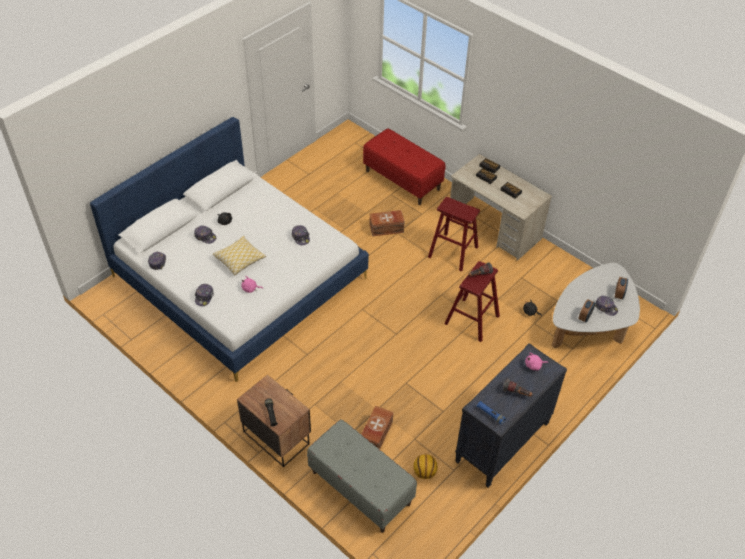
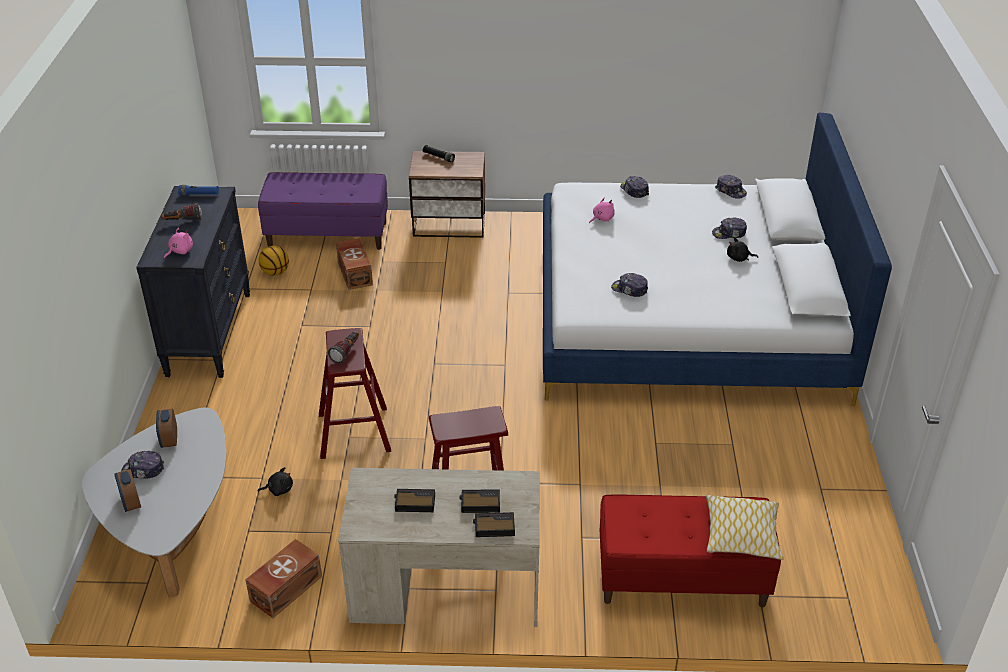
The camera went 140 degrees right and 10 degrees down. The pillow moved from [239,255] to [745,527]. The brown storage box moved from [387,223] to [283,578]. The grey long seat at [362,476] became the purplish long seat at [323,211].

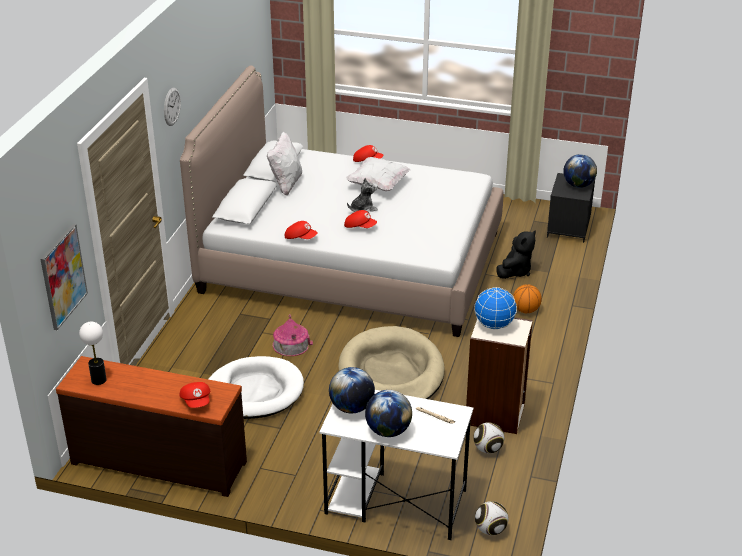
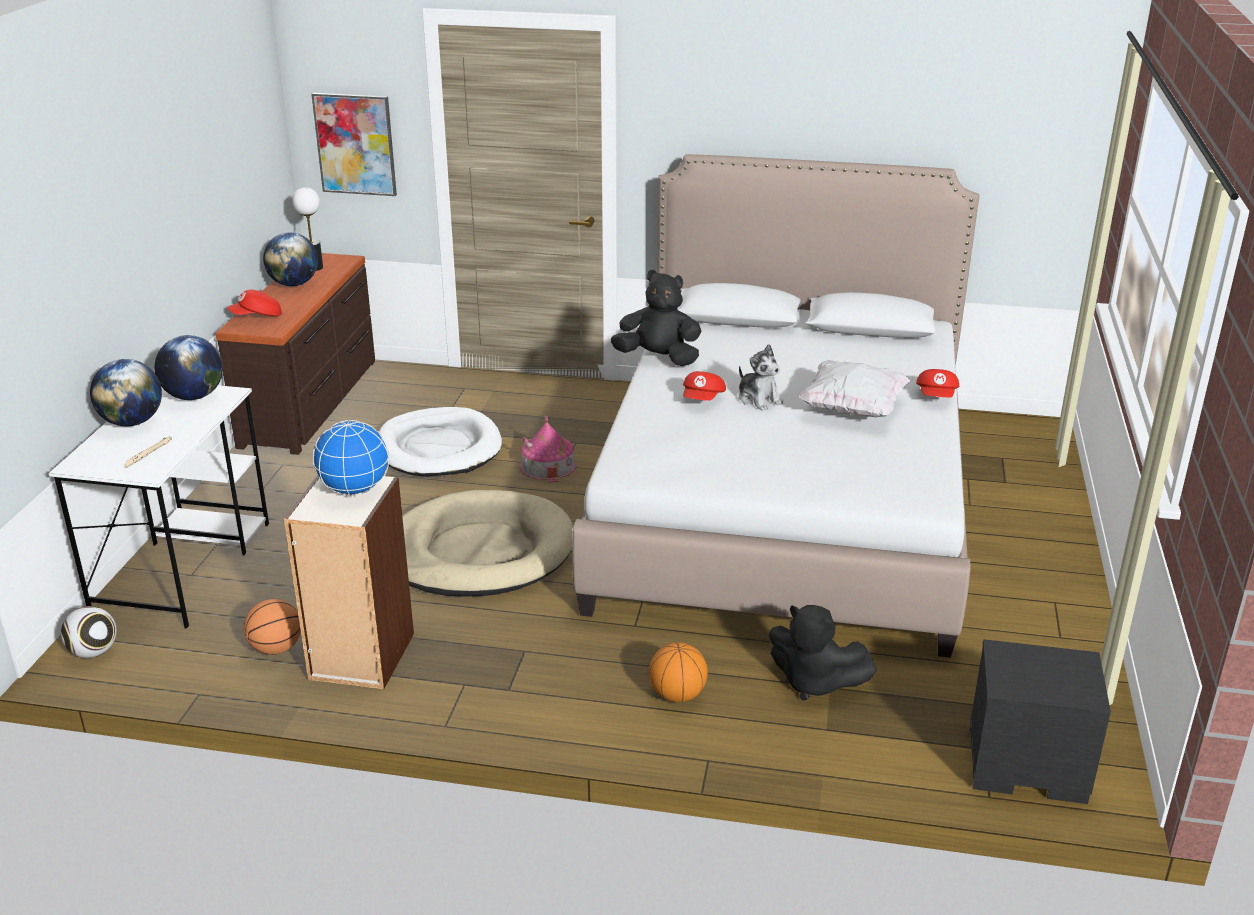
The camera went 85 degrees right and 5 degrees down. The hanging clock at [172,106] disappeared. The white-coloured pillow at [284,164] disappeared. The desk globe moved from [580,171] to [290,259]. The reddish cap at [301,230] was replaced by the black-coloured plush toy at [655,318]. The football ball at [488,438] was replaced by the basketball at [272,627].

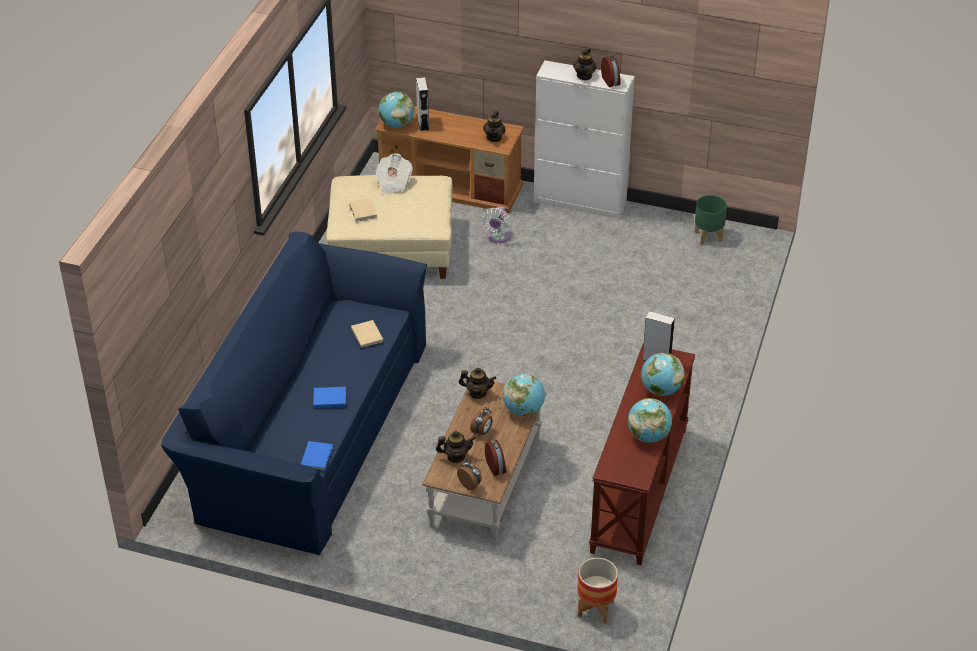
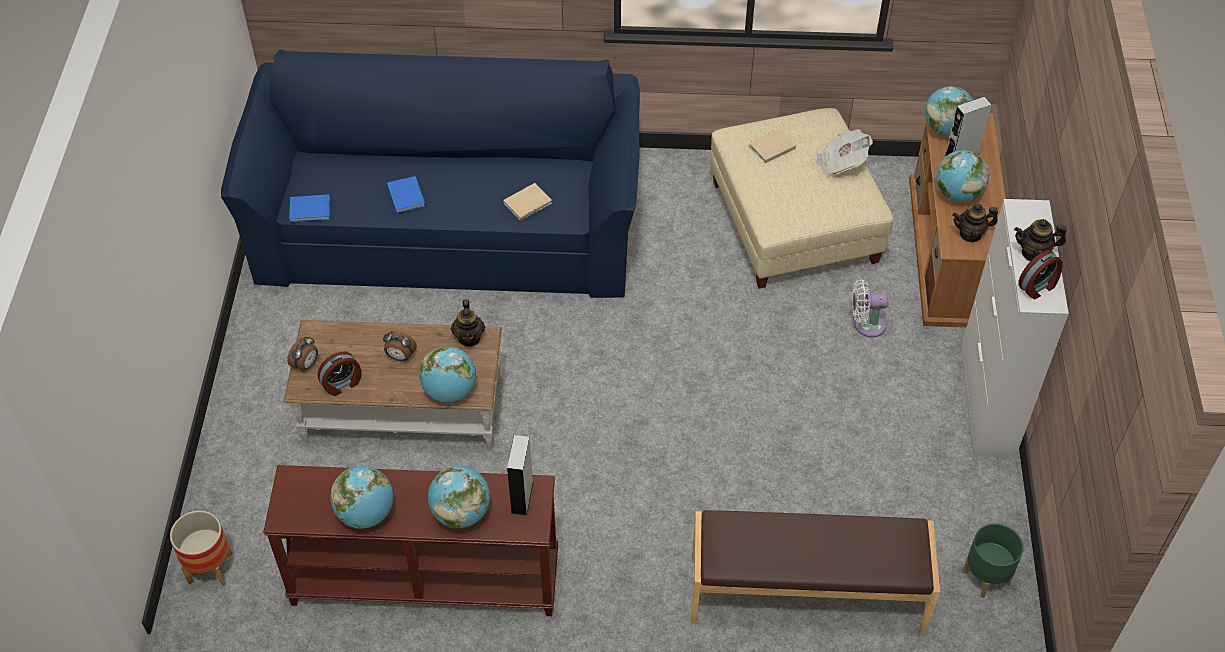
The camera went 75 degrees right and 10 degrees up. The teapot at [456,447] disappeared. The brown long seat at [815,572] appeared. The desk globe at [962,176] appeared.

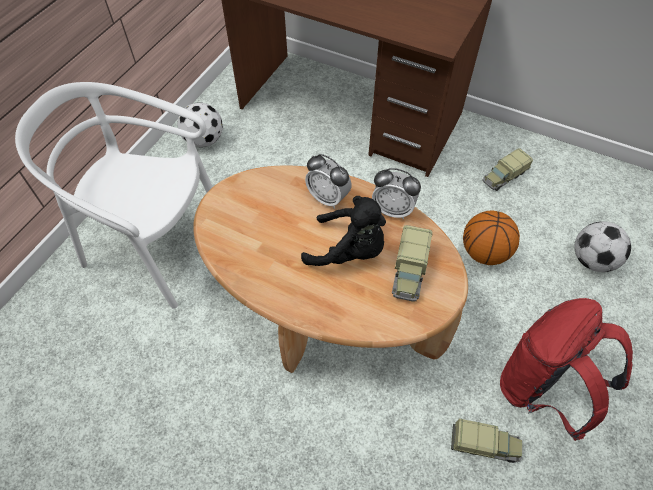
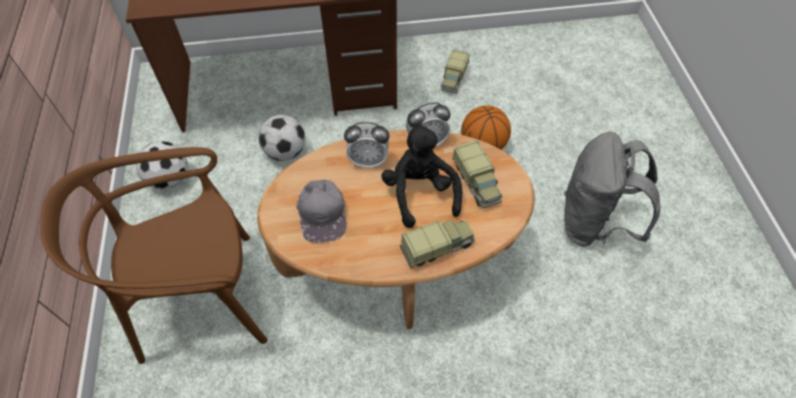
The camera went 35 degrees left and 0 degrees up. The grey cap at [321,211] appeared. The toy truck moved from [487,441] to [437,244]. The football ball moved from [602,246] to [282,138]. The white-coloured plain chair at [114,195] became the brown plain chair at [154,255]. The reddish knapsack at [566,369] became the grey knapsack at [612,189]. The black-coloured plush toy at [343,231] turned 90 degrees counterclockwise.

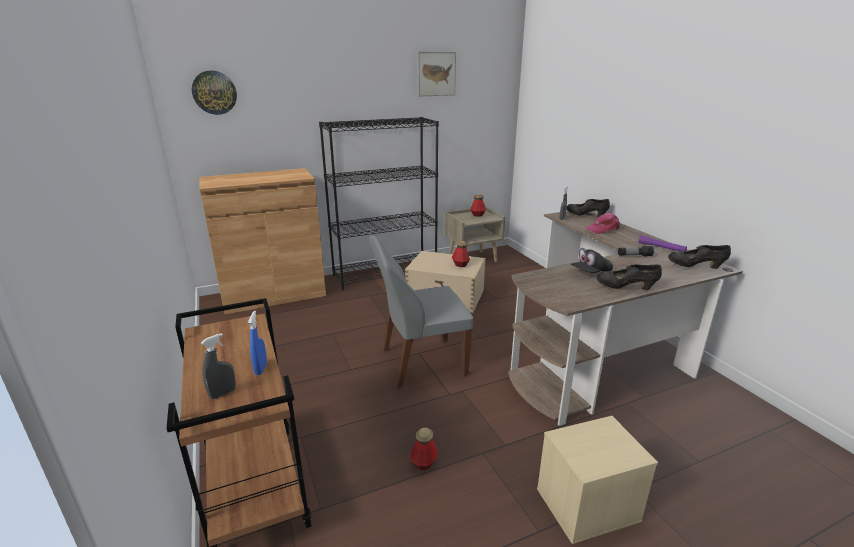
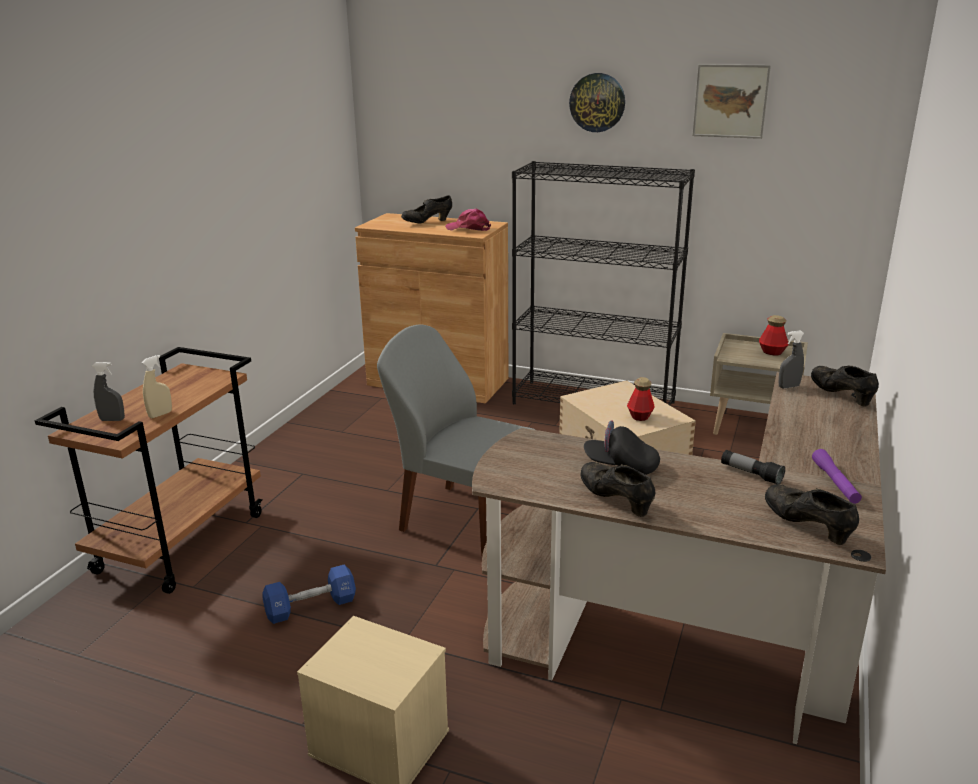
The camera went 45 degrees right and 0 degrees up. The black-coloured item of footwear at [426,209] appeared. The hanging clock moved from [214,93] to [597,102]. The pink-coloured cap moved from [602,223] to [468,220]. The drink bottle at [424,449] was replaced by the blue-coloured free weight at [309,594]. The blue-coloured sprayer at [257,343] became the beige-coloured sprayer at [157,386].

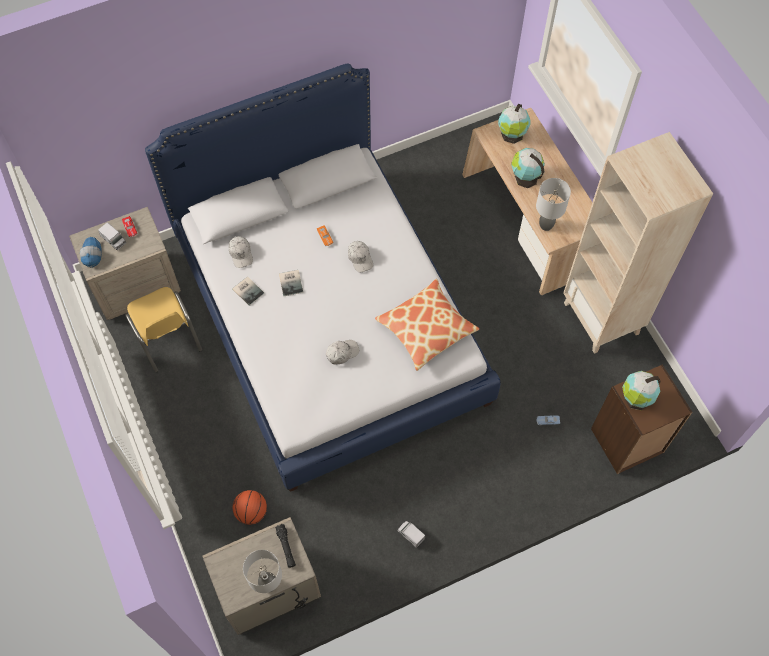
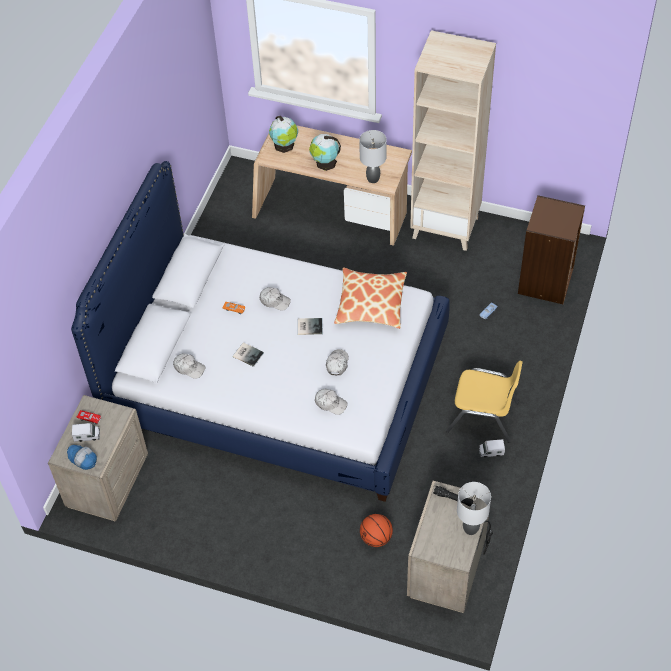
The camera went 45 degrees left and 10 degrees down. The desk globe at [641,390] disappeared. The white-coloured cap at [331,401] appeared. The yellowish plain chair moved from [163,329] to [484,402]. The bound book moved from [248,291] to [310,326].

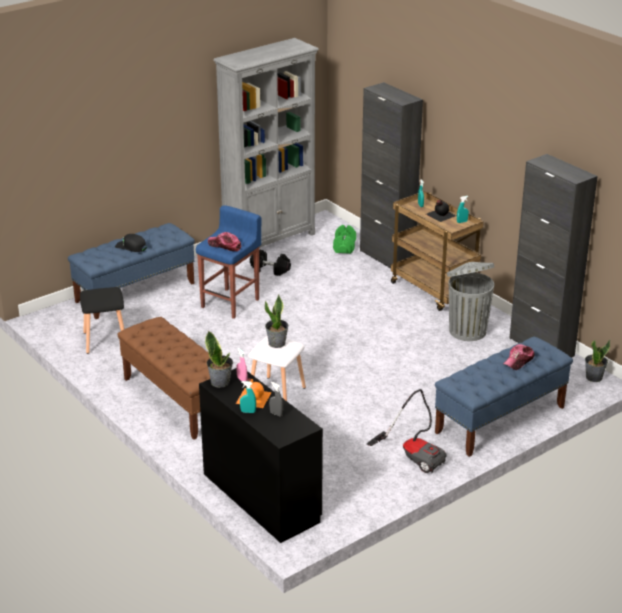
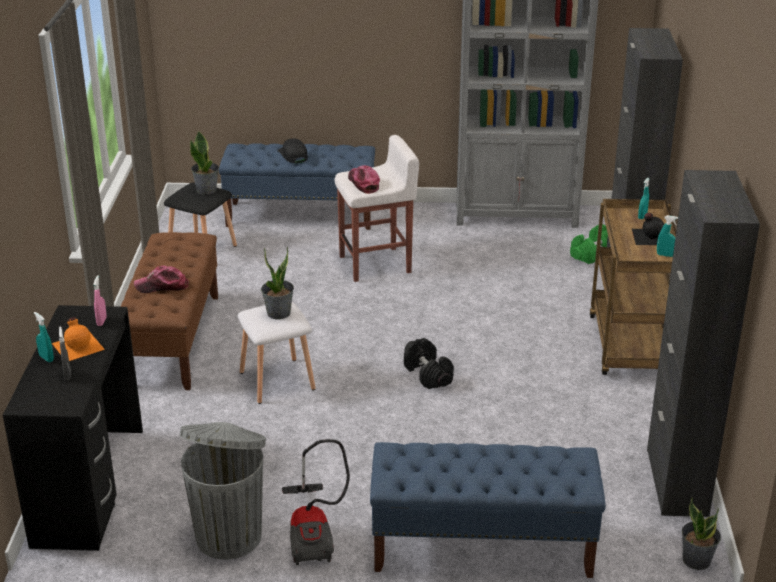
The camera went 40 degrees right and 0 degrees up. The plant in a pot moved from [219,359] to [204,163]. The black-coloured free weight moved from [270,263] to [429,363]. The grey trash can moved from [470,301] to [222,491]. The cap moved from [518,357] to [161,279]. The blue-coloured stool at [228,262] became the white-coloured stool at [376,208].

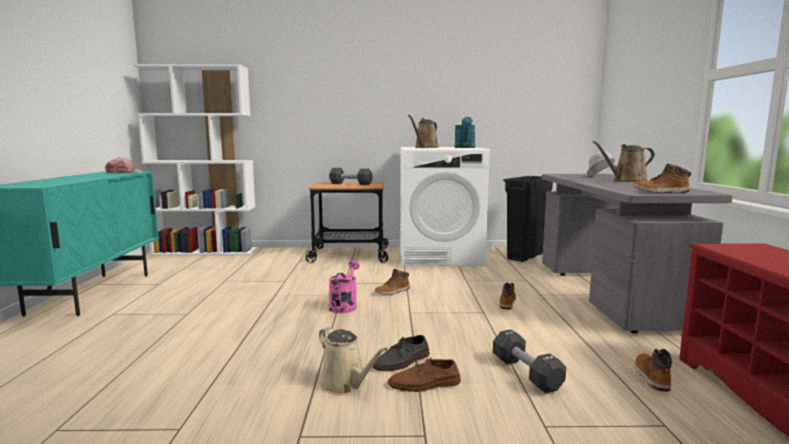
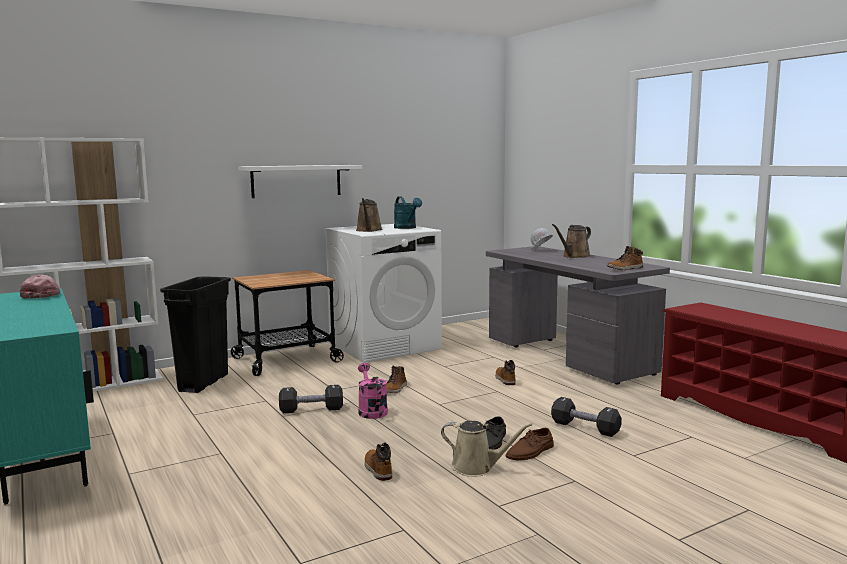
The camera went 30 degrees left and 0 degrees up. The white-coloured shelf at [300,181] appeared. The black-coloured free weight moved from [351,176] to [311,399]. The black-coloured trash can moved from [528,219] to [195,334]. The boot moved from [653,370] to [378,462].

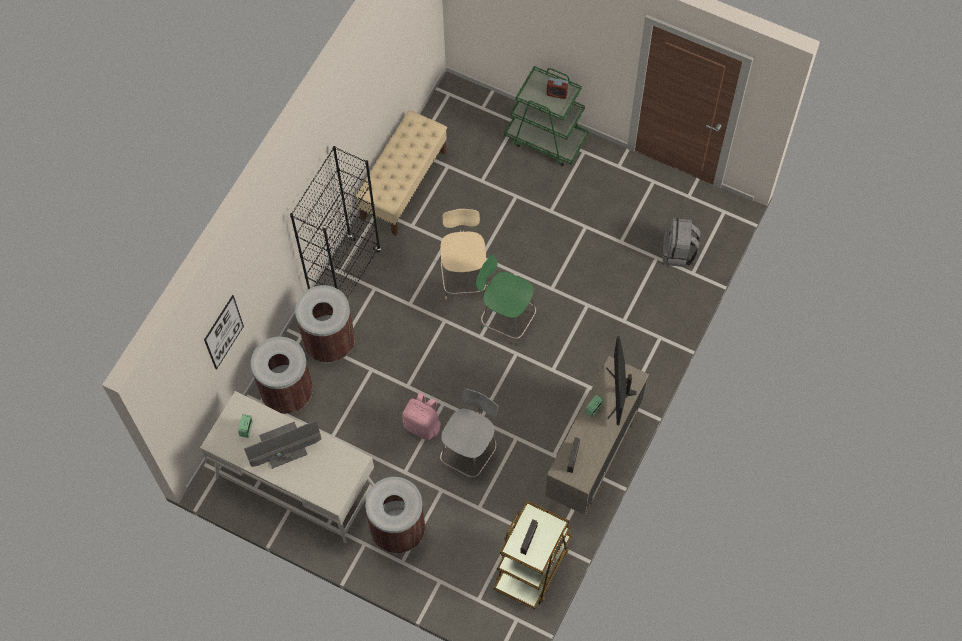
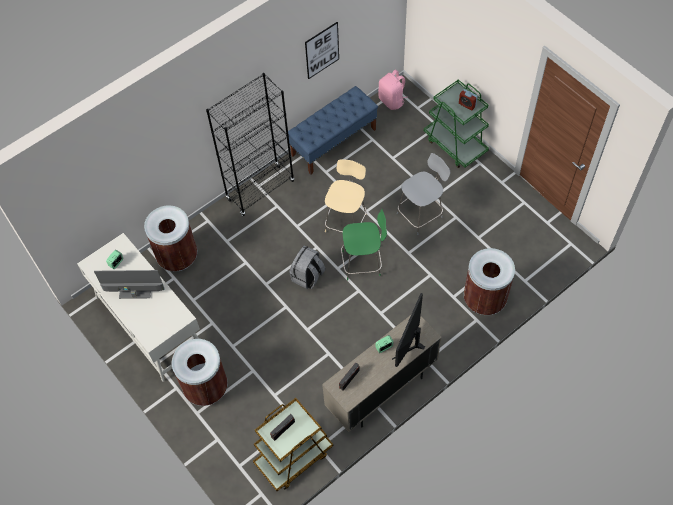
The camera went 25 degrees right and 5 degrees down. The wall art moved from [224,332] to [322,50]. The brown trash can moved from [325,324] to [489,281]. The pink-coloured knapsack moved from [421,416] to [392,90]. The grey plain chair moved from [469,436] to [423,194]. The grey knapsack moved from [681,242] to [307,267]. The beige-coloured long seat at [401,173] became the blue-coloured long seat at [333,130]. The green-coloured plain chair at [505,300] turned 120 degrees clockwise.

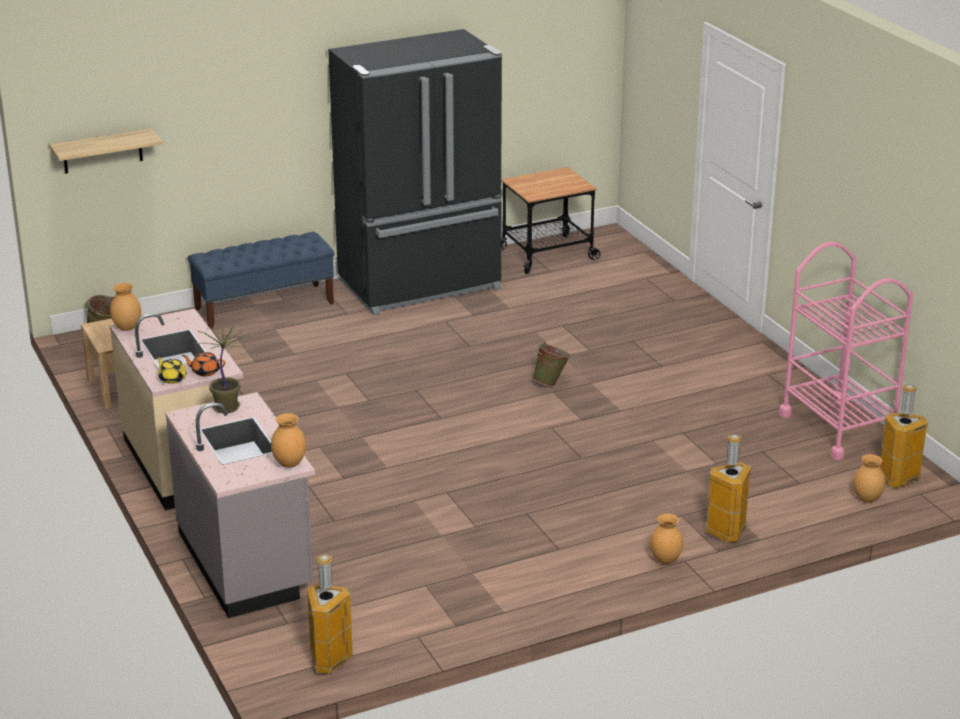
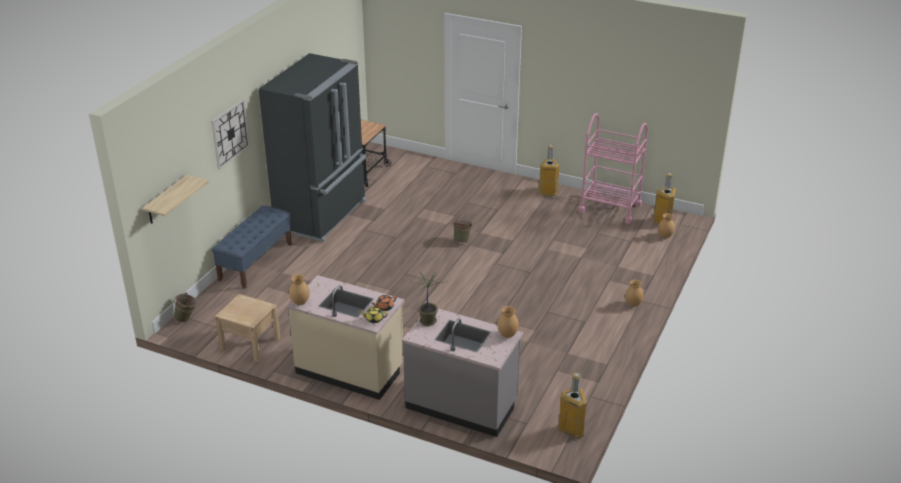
The camera went 40 degrees left and 5 degrees up. The hanging clock at [230,134] appeared. The trash can moved from [728,488] to [549,170].

